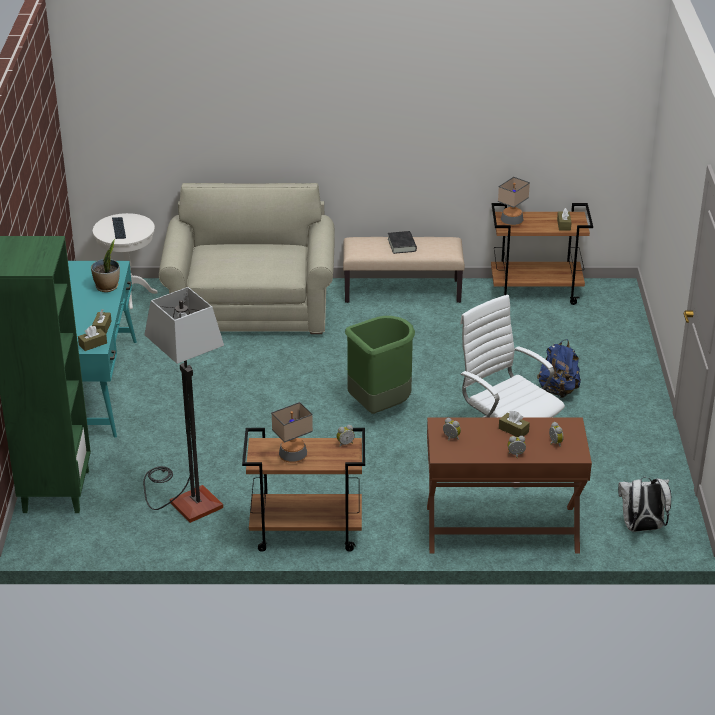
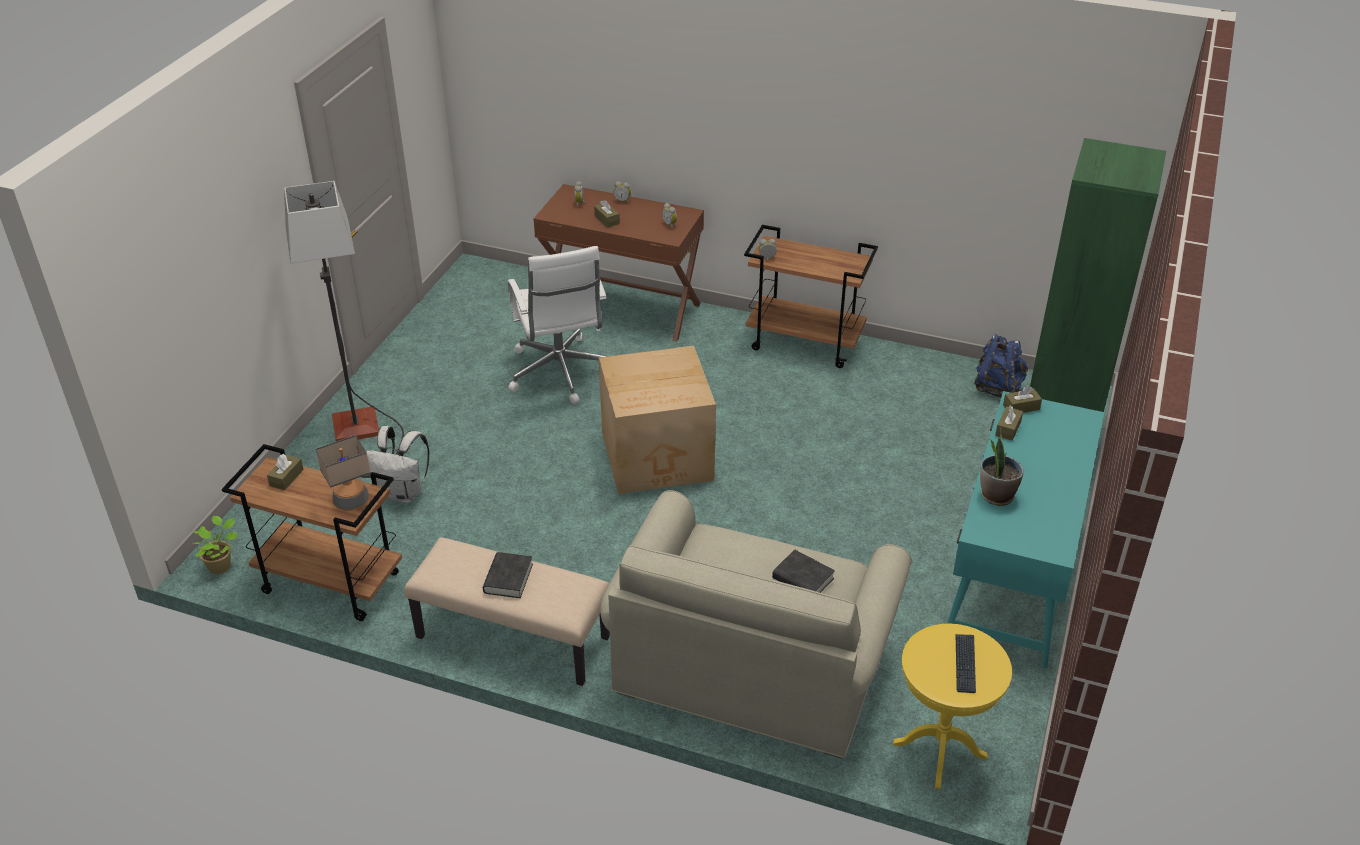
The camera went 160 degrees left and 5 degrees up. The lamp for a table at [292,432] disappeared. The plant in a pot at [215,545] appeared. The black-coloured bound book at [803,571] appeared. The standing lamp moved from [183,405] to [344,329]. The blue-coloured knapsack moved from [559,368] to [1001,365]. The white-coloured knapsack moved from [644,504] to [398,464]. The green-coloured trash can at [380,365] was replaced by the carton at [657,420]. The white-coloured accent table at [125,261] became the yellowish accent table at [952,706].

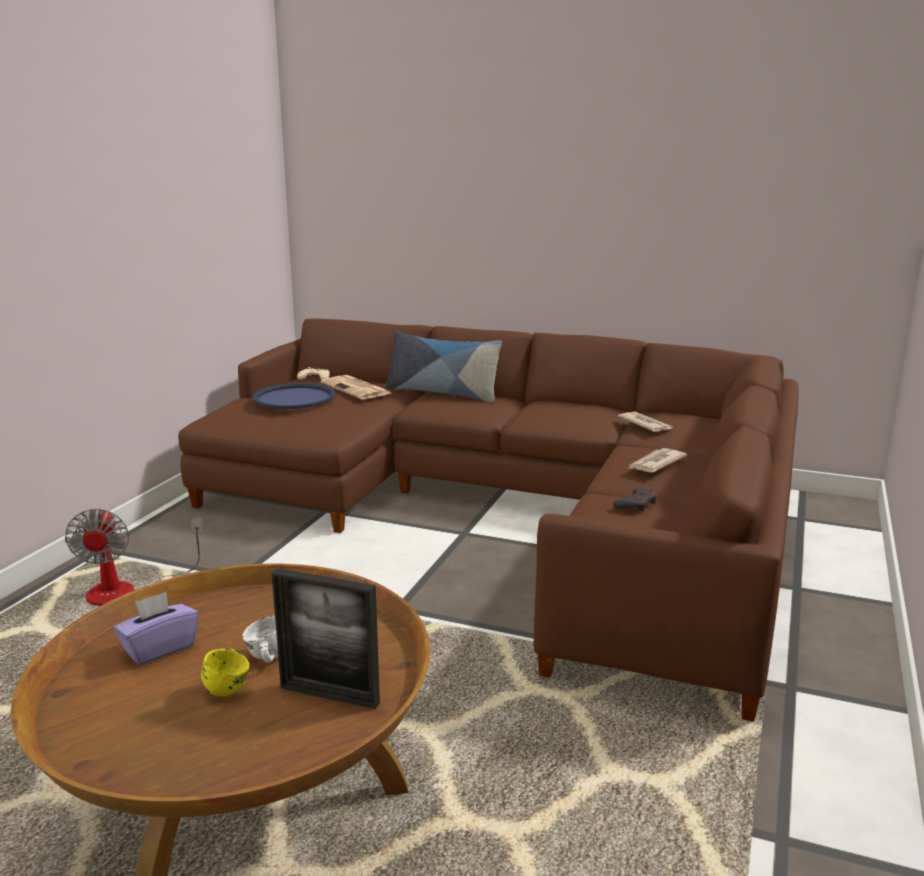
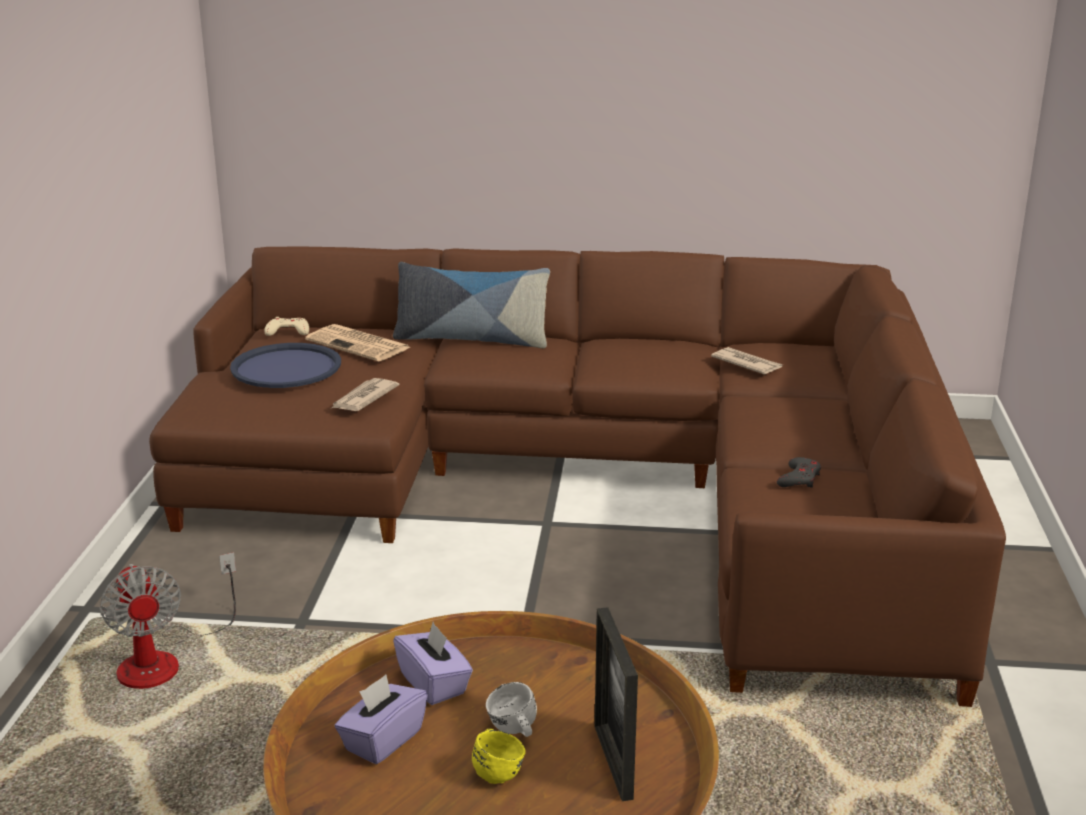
The camera went 15 degrees left and 5 degrees up. The purplish tissue holder at [433,663] appeared. The daily paper moved from [658,460] to [365,394]. The photo frame at [326,638] turned 75 degrees clockwise.

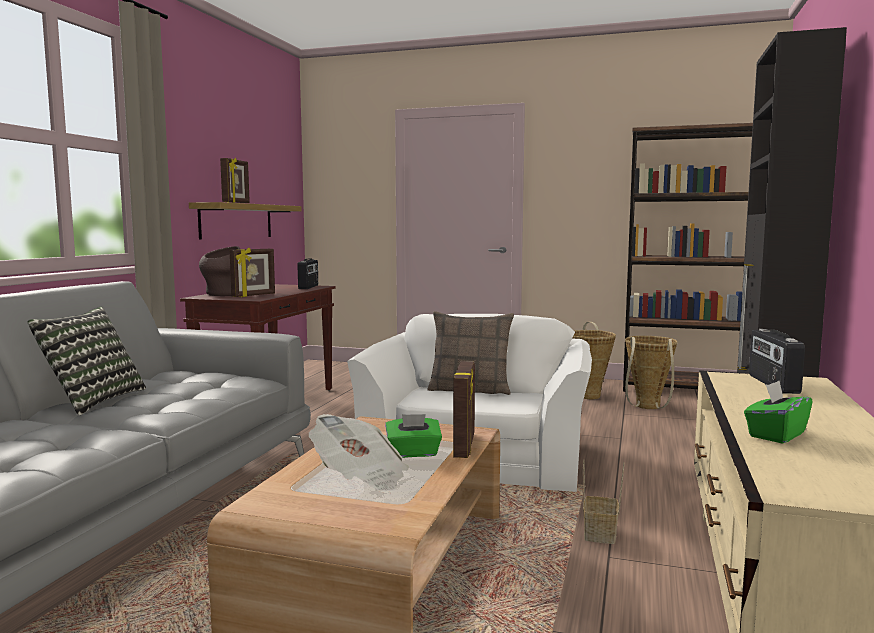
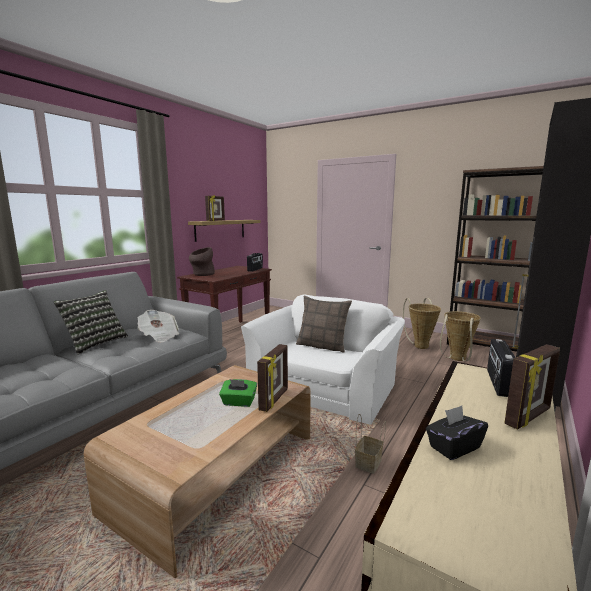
The camera went 15 degrees right and 5 degrees up. The photo frame moved from [252,272] to [532,387]. The daily paper moved from [359,453] to [158,326]. The green-coloured tissue holder at [778,412] became the black-coloured tissue holder at [457,433].

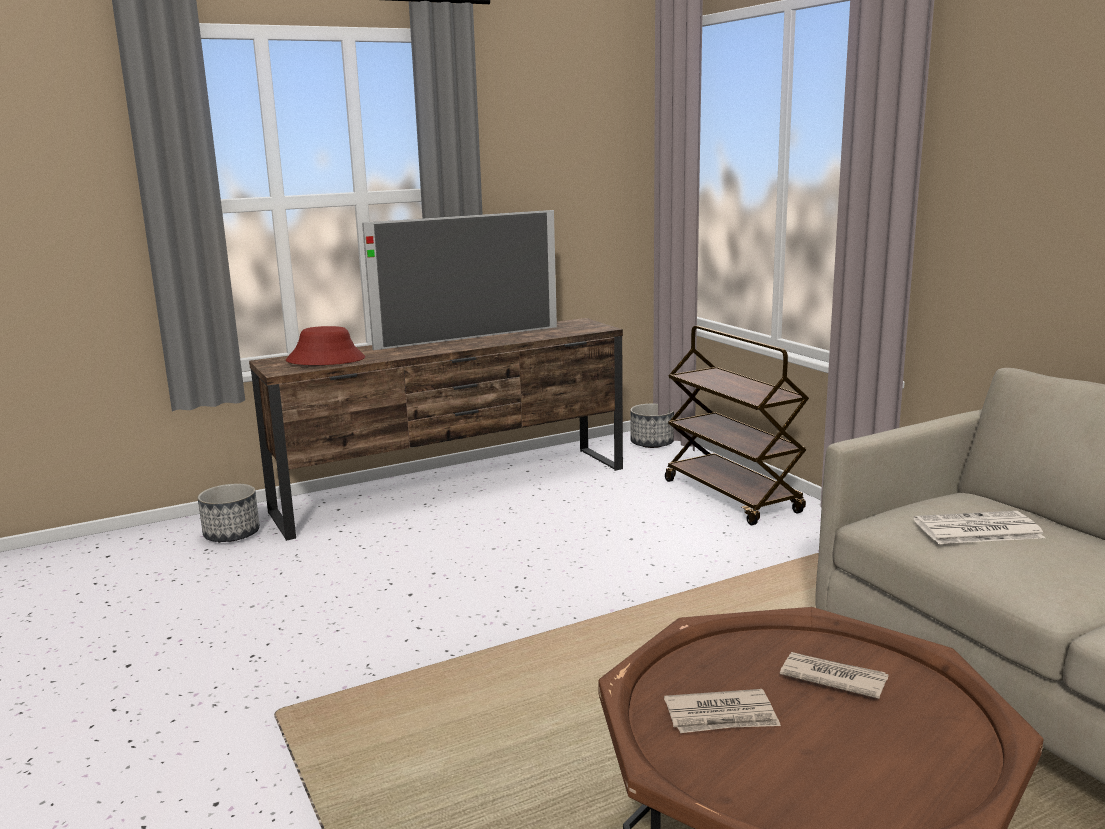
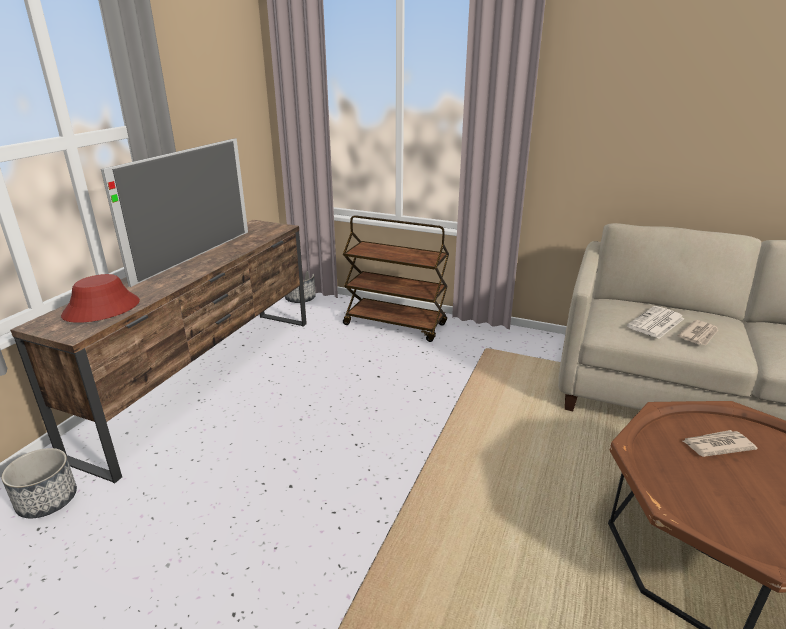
The camera went 40 degrees left and 10 degrees up. The daily paper moved from [722,711] to [697,333].

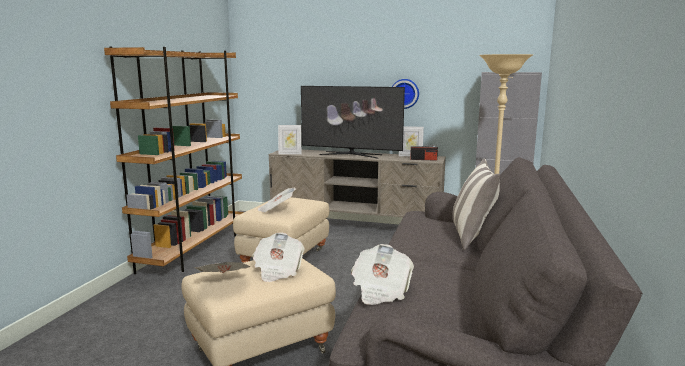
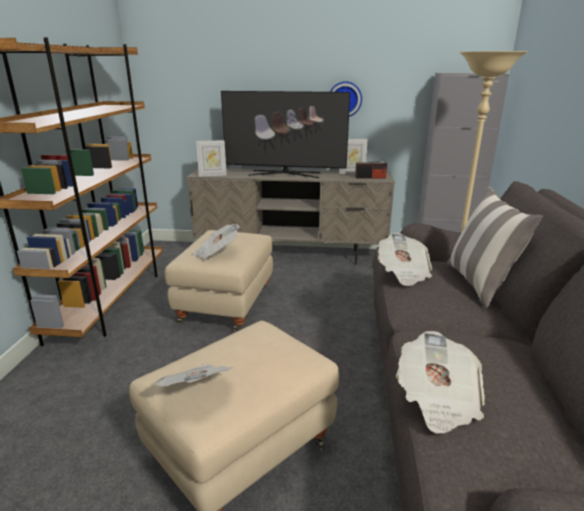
The camera went 10 degrees left and 10 degrees up. The daily paper moved from [278,257] to [405,259].

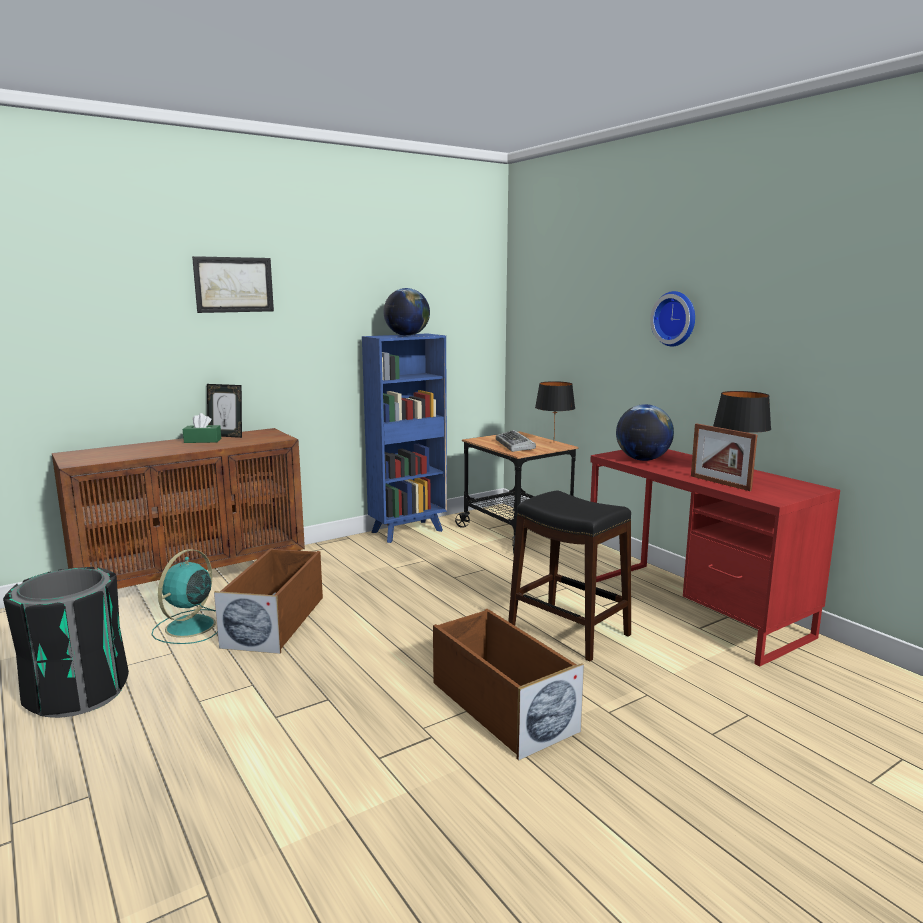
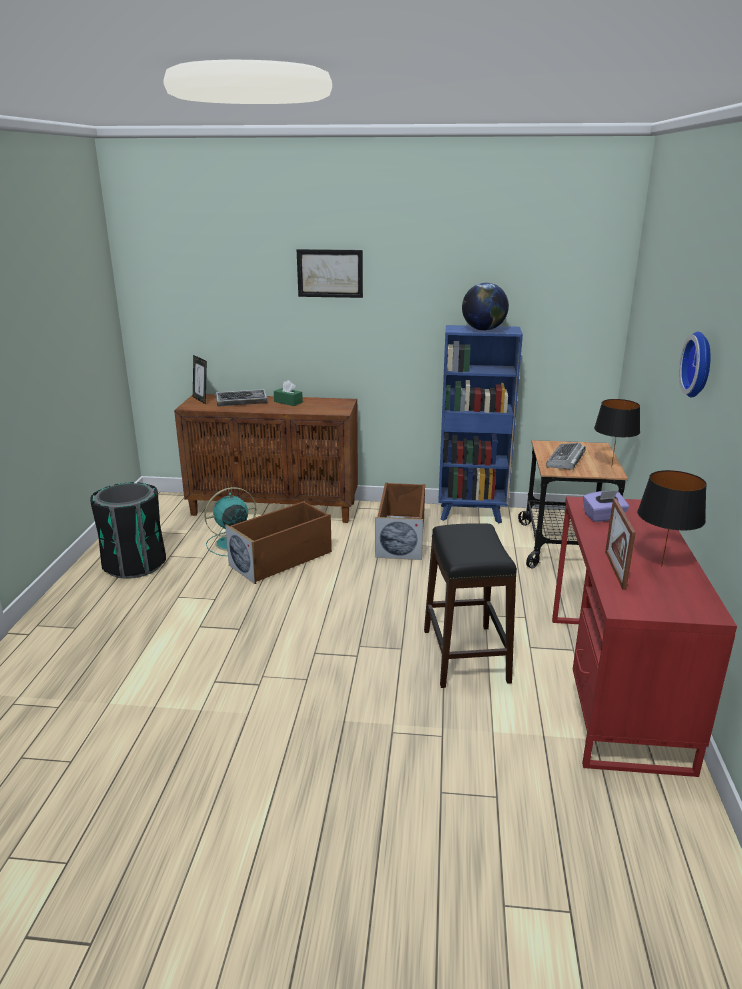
The camera went 40 degrees right and 10 degrees up. The computer keyboard at [241,397] appeared. The photo frame moved from [224,411] to [200,379]. The brown storage box moved from [508,685] to [400,521]. The desk globe at [645,432] was replaced by the purplish tissue holder at [606,506].

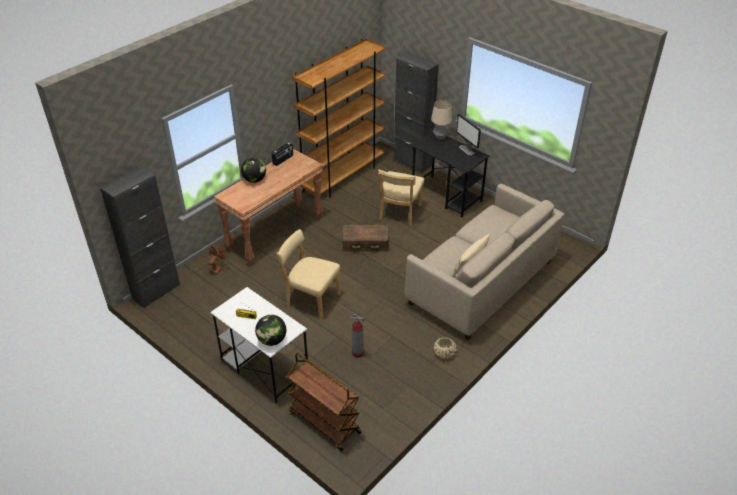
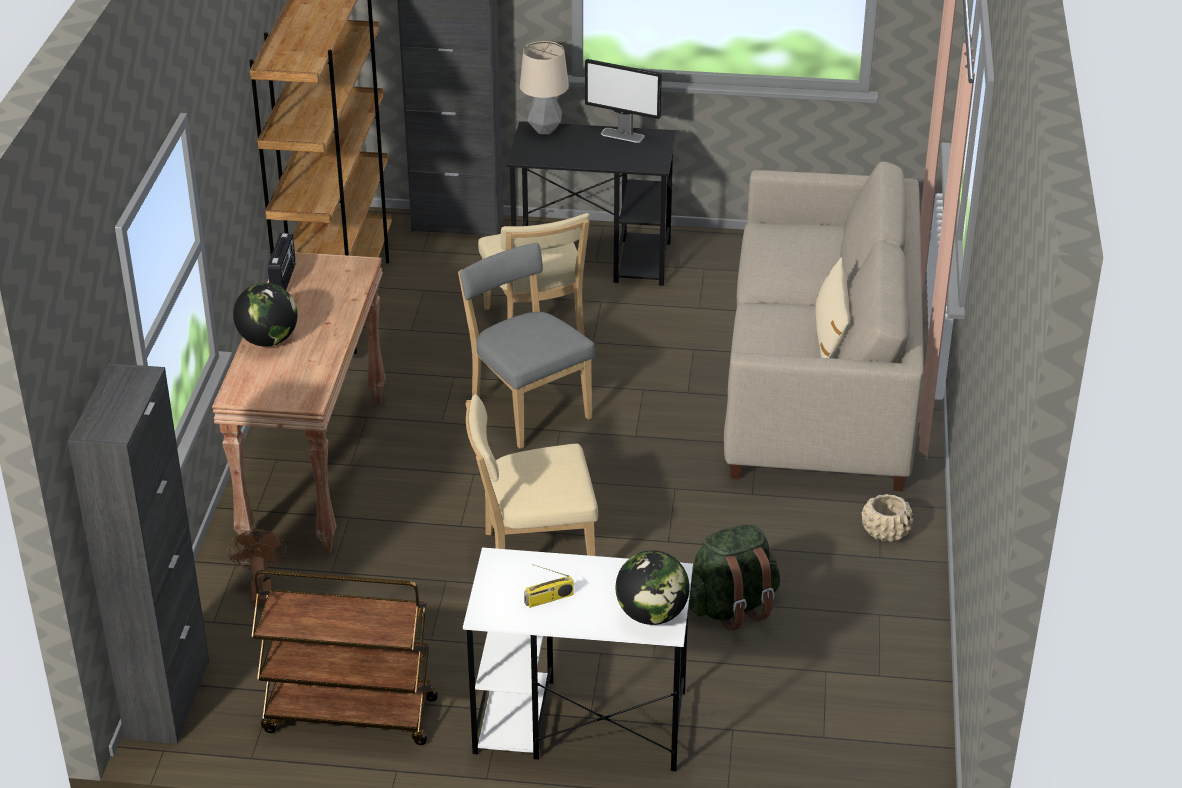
The camera went 35 degrees left and 5 degrees down. The brown cart moved from [324,402] to [344,657]. The brown storage box at [365,238] was replaced by the grey plain chair at [526,346]. The fire-fighting cylinder at [357,336] was replaced by the green-coloured knapsack at [734,578].

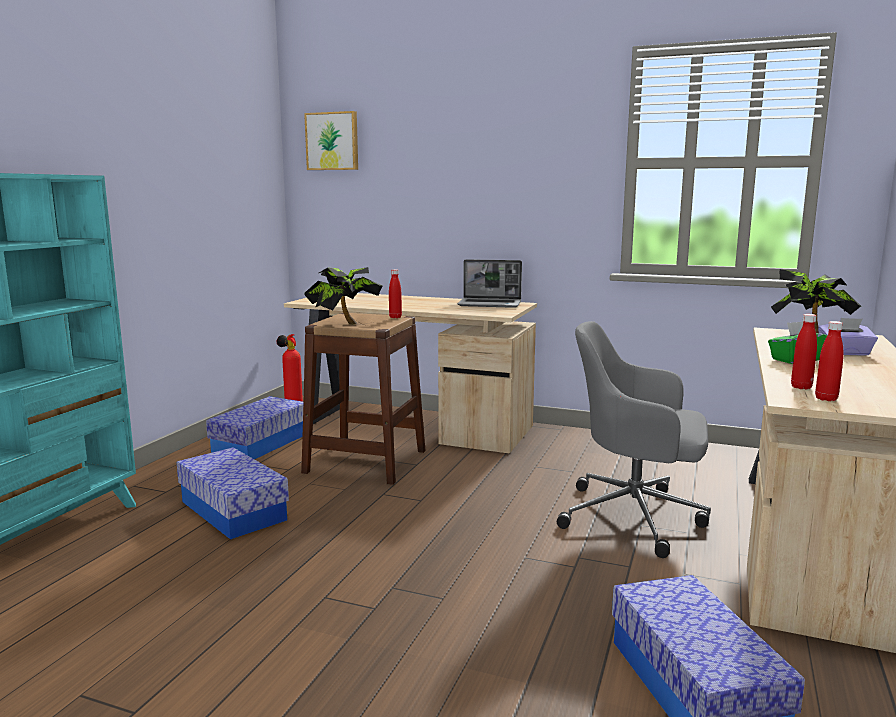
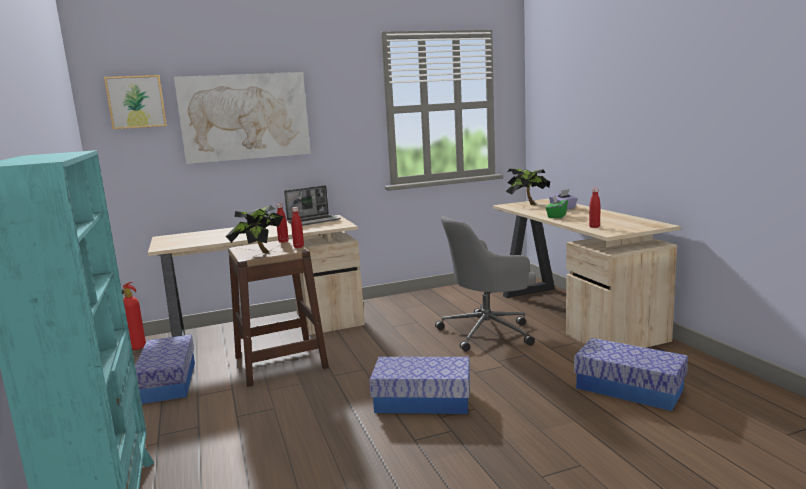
The camera went 40 degrees left and 0 degrees up. The wall art at [242,118] appeared. The storage box moved from [233,493] to [419,385]. The reddish drink bottle moved from [829,361] to [297,227].

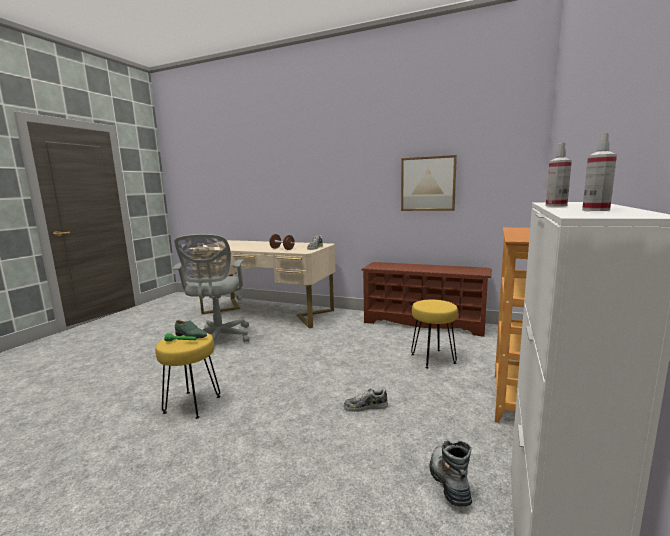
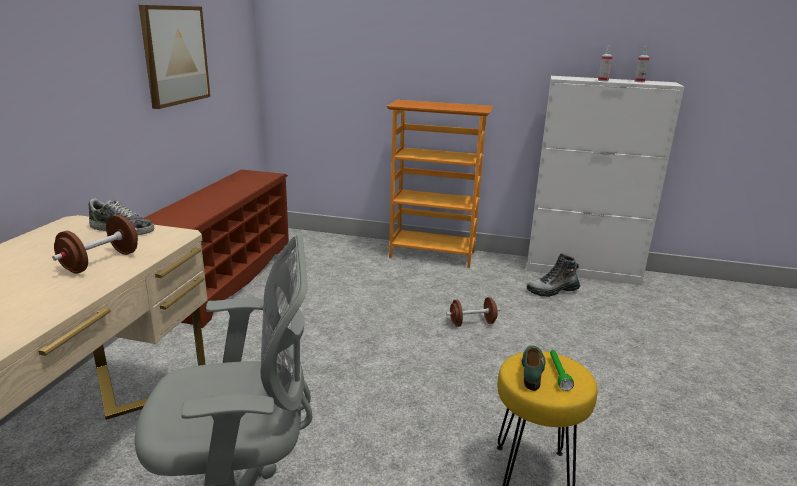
The camera went 100 degrees left and 10 degrees up. The yellowish stool at [434,334] disappeared. The item of footwear at [365,400] was replaced by the brown free weight at [473,312].

